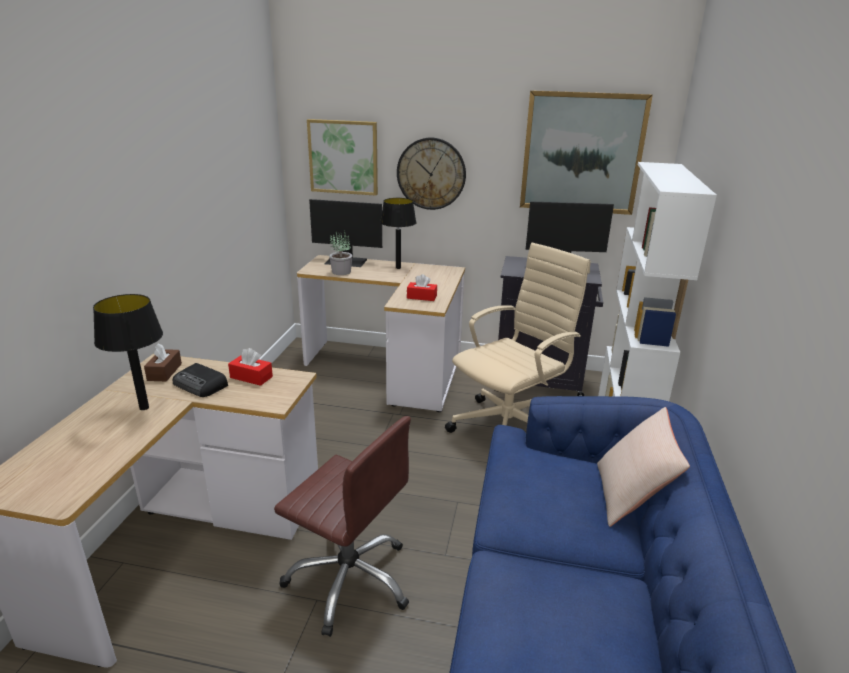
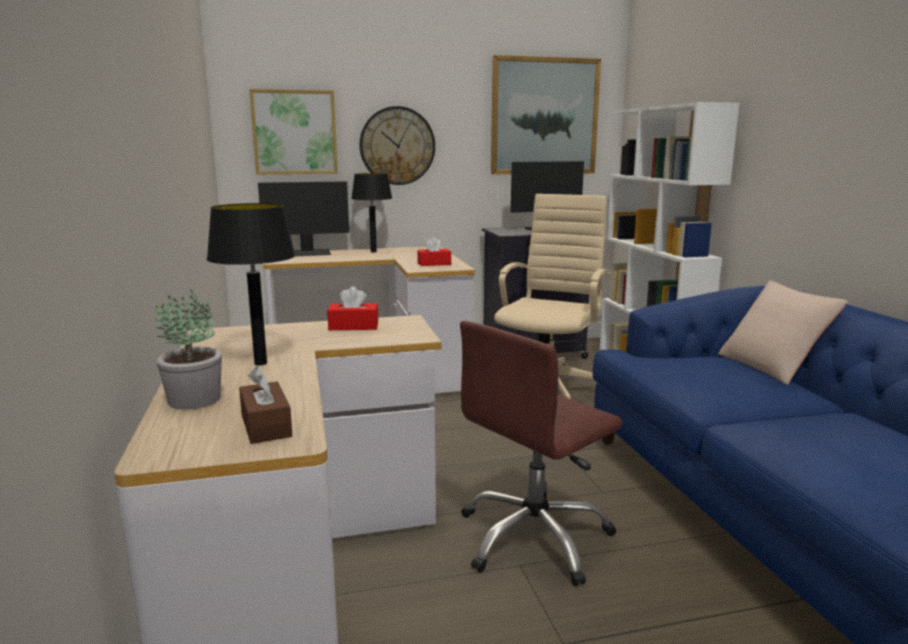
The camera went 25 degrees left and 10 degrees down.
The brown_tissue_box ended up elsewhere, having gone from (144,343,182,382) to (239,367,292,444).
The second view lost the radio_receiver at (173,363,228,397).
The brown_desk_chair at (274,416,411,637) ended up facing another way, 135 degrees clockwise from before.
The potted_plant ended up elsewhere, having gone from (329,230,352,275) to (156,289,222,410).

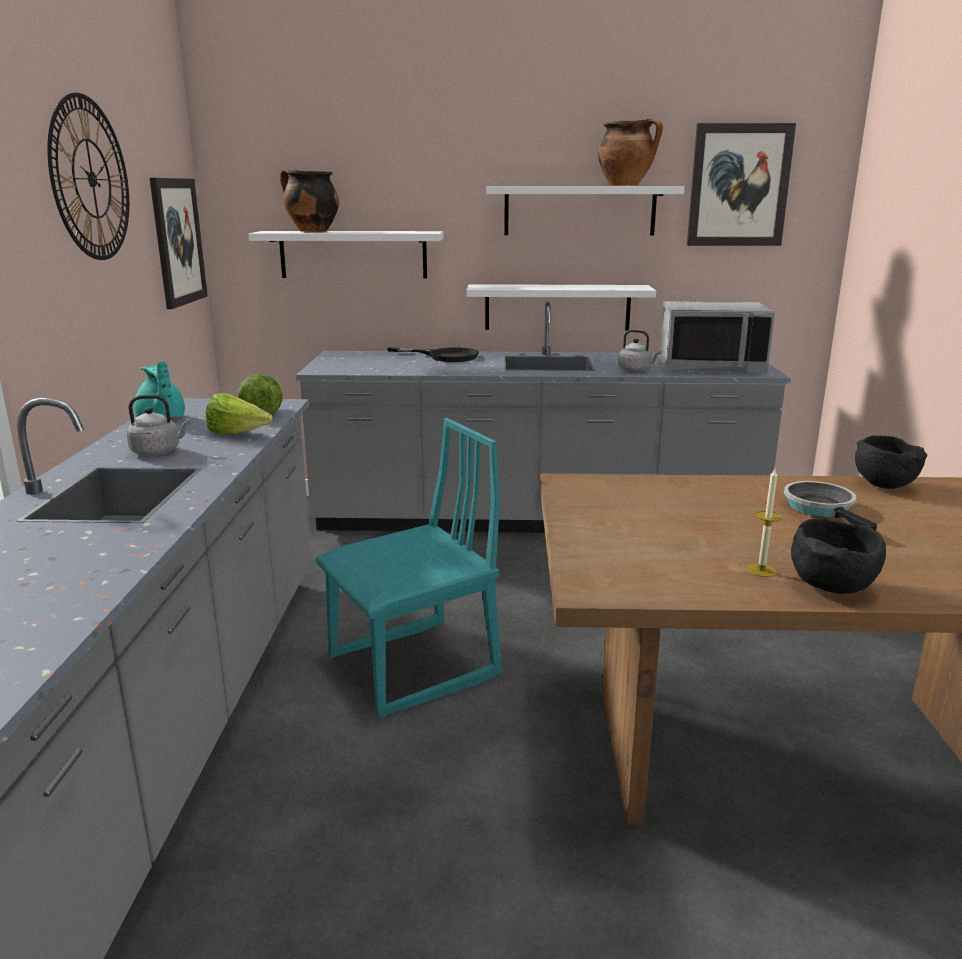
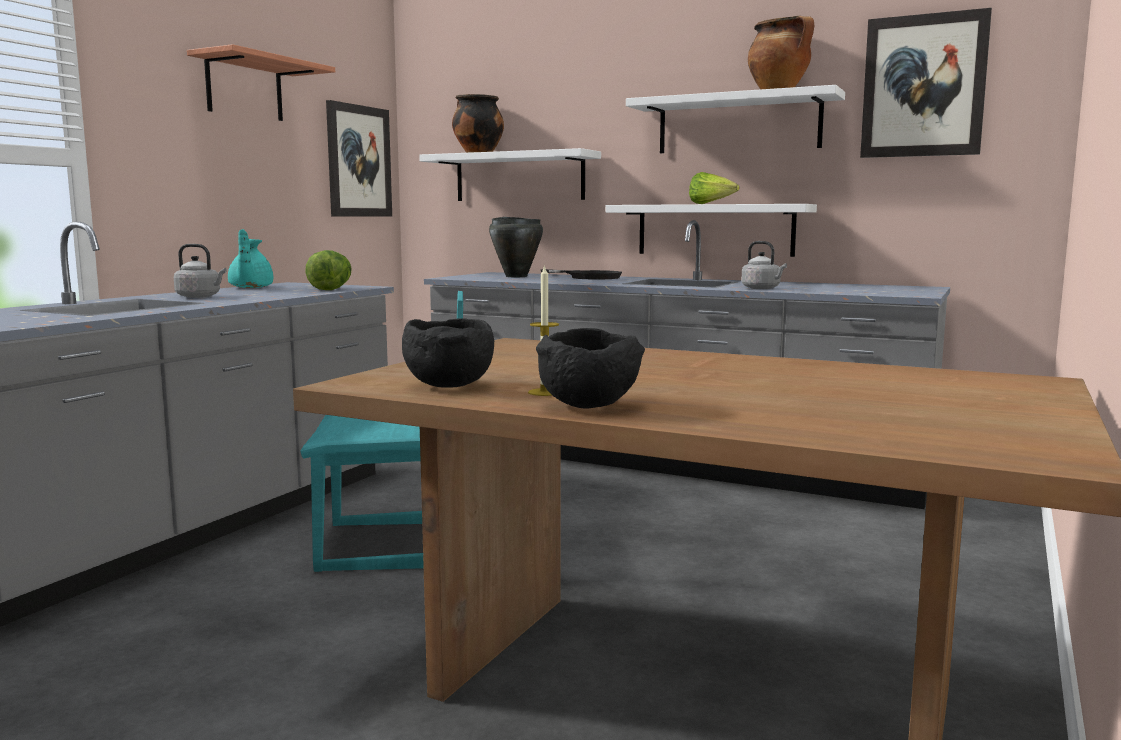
The camera went 25 degrees right and 10 degrees down.
Where the hanging_clock hung at (47,93,129,260), the wall_shelf came to hang at (187,44,335,121).
The lettuce_head ended up elsewhere, having gone from (206,393,273,434) to (689,172,739,204).
The second view lost the grey_kitchen_microwave at (659,301,775,373).
The second view lost the skillet at (784,481,877,530).
The black_deep_dish ended up elsewhere, having gone from (855,435,927,489) to (402,318,494,388).
The second view gained the black_stockpot at (489,217,543,277).

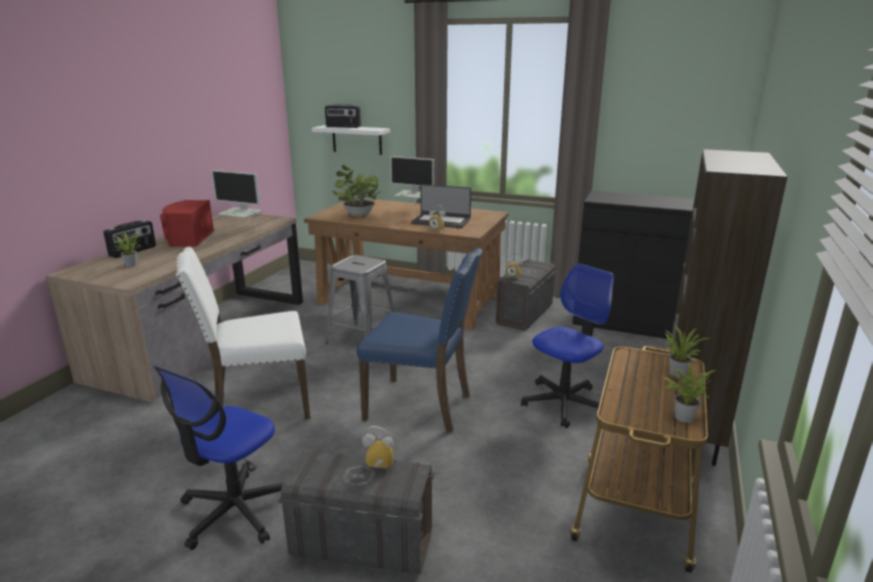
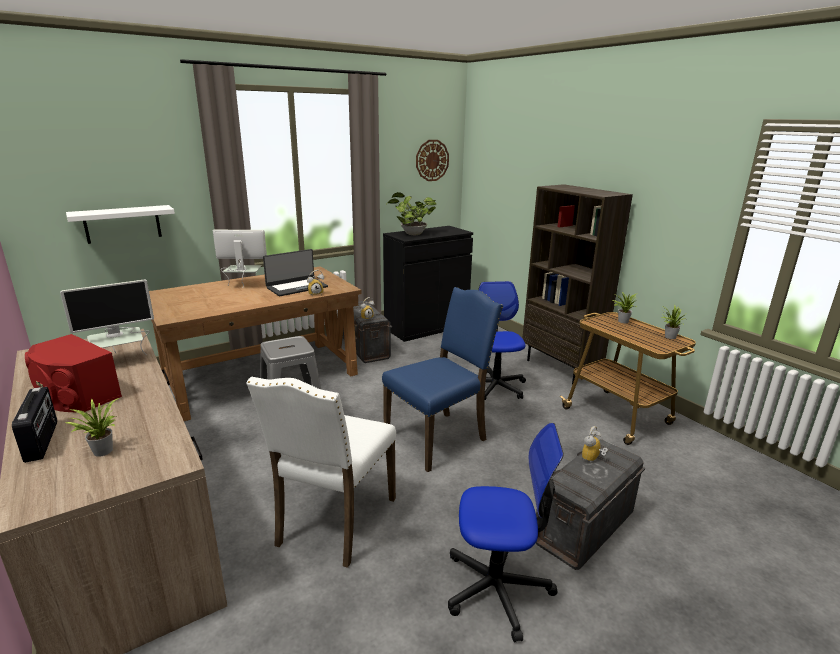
The camera went 55 degrees left and 0 degrees up.
The desk_chair at (153,366,283,550) ended up facing another way, 60 degrees counterclockwise from before.
The second view lost the radio_receiver at (325,104,361,128).
The potted_plant ended up elsewhere, having gone from (332,165,381,217) to (387,192,437,235).
The computer_screen at (390,156,434,207) ended up facing another way, 150 degrees counterclockwise from before.
The second view gained the hanging_clock at (416,140,449,181).

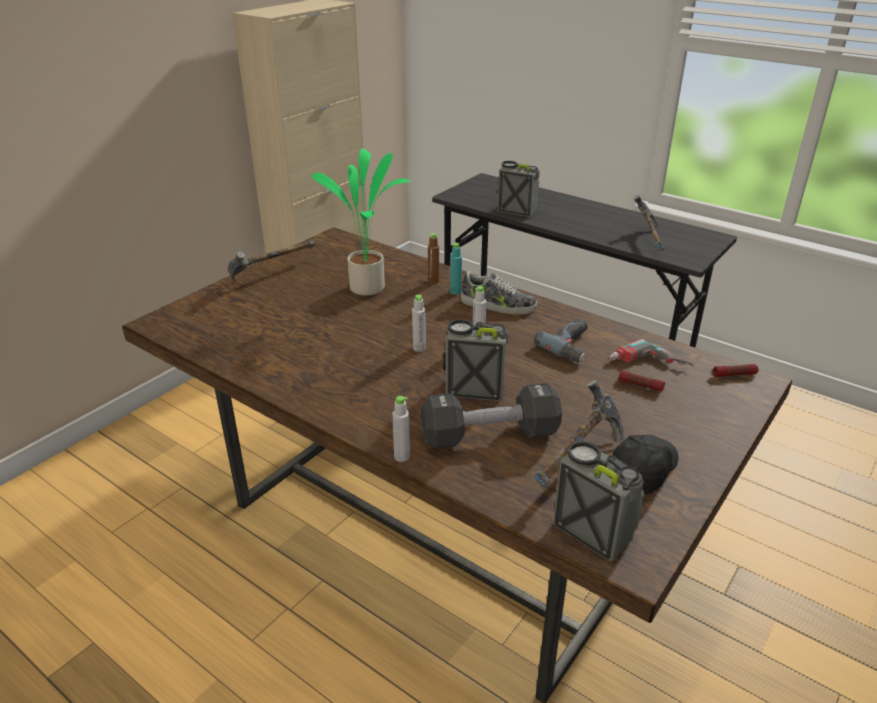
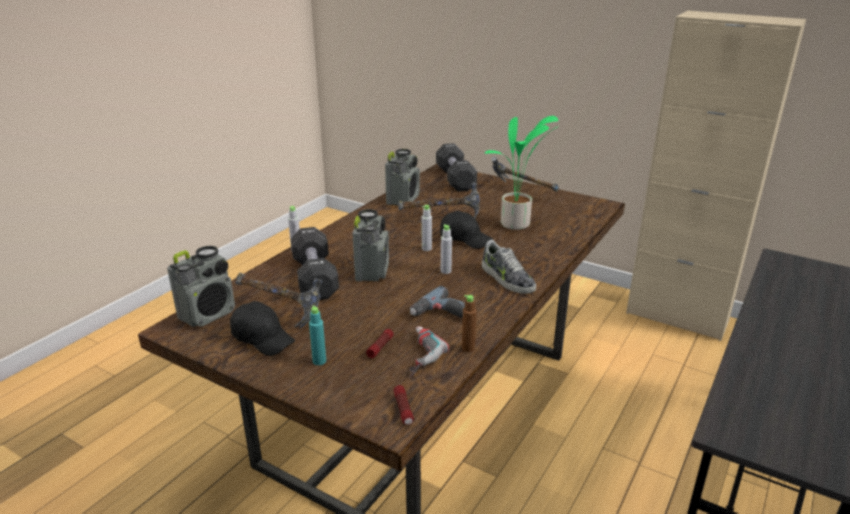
The camera went 85 degrees right and 5 degrees down.
The brown_bottle ended up elsewhere, having gone from (428,233,439,284) to (462,295,477,352).
The blue-green_bottle ended up elsewhere, having gone from (450,243,462,295) to (309,305,326,365).
The shoe at (461,271,537,315) ended up facing another way, 45 degrees counterclockwise from before.
The radio_receiver ended up elsewhere, having gone from (497,161,540,217) to (385,149,420,205).
The hand_hammer ended up elsewhere, having gone from (633,195,665,252) to (398,183,480,218).
The second view gained the black_dumbbell at (436,143,477,191).
The second view gained the black_cap at (440,211,493,249).

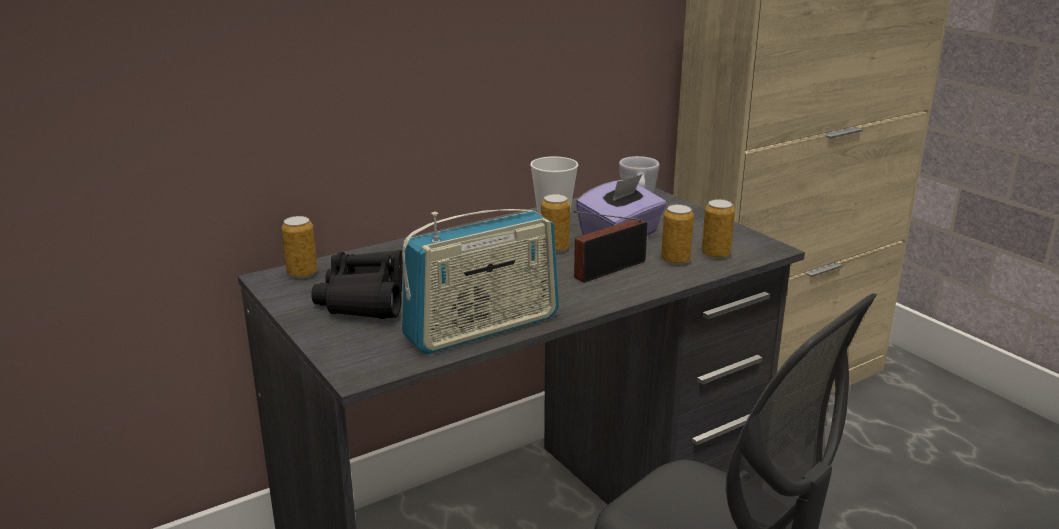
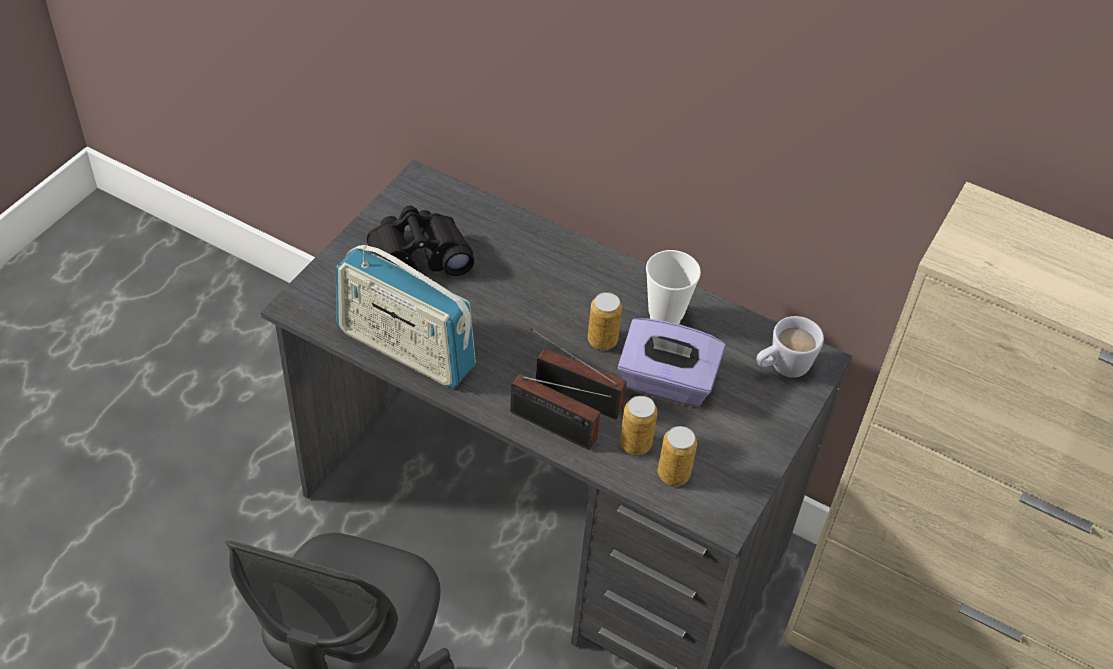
The camera went 60 degrees right and 25 degrees up.
The second view lost the can at (281,216,317,278).
The second view gained the radio_receiver at (510,374,612,450).

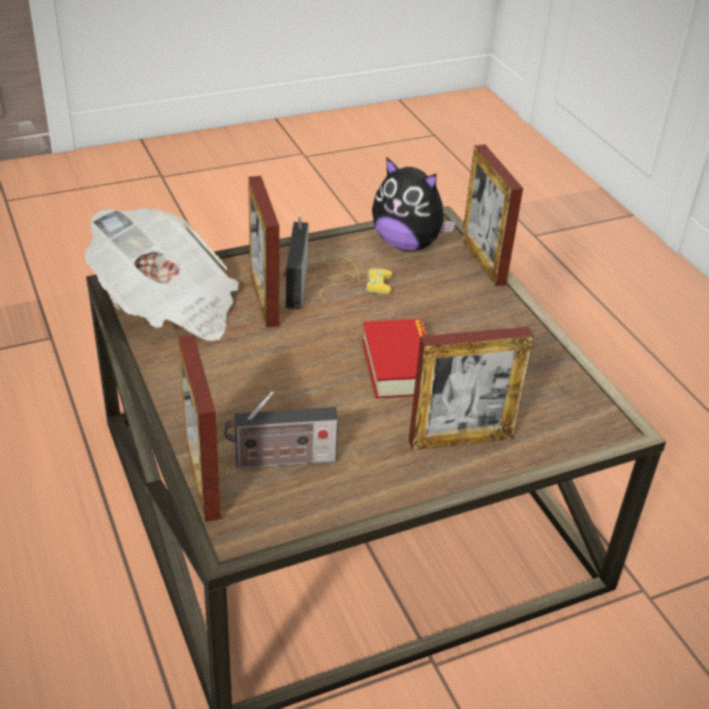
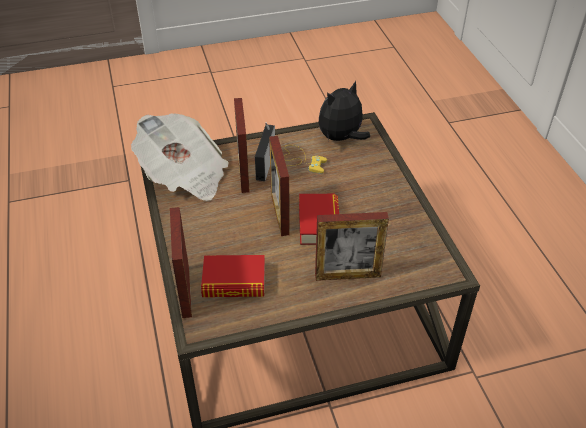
The camera went 10 degrees right and 5 degrees up.
Where the radio_receiver stood at (224,391,338,469), the book came to stand at (201,255,265,297).
The soft_toy at (372,157,456,251) ended up facing another way, 105 degrees clockwise from before.
The photo_frame ended up elsewhere, having gone from (462,144,523,286) to (269,136,290,236).

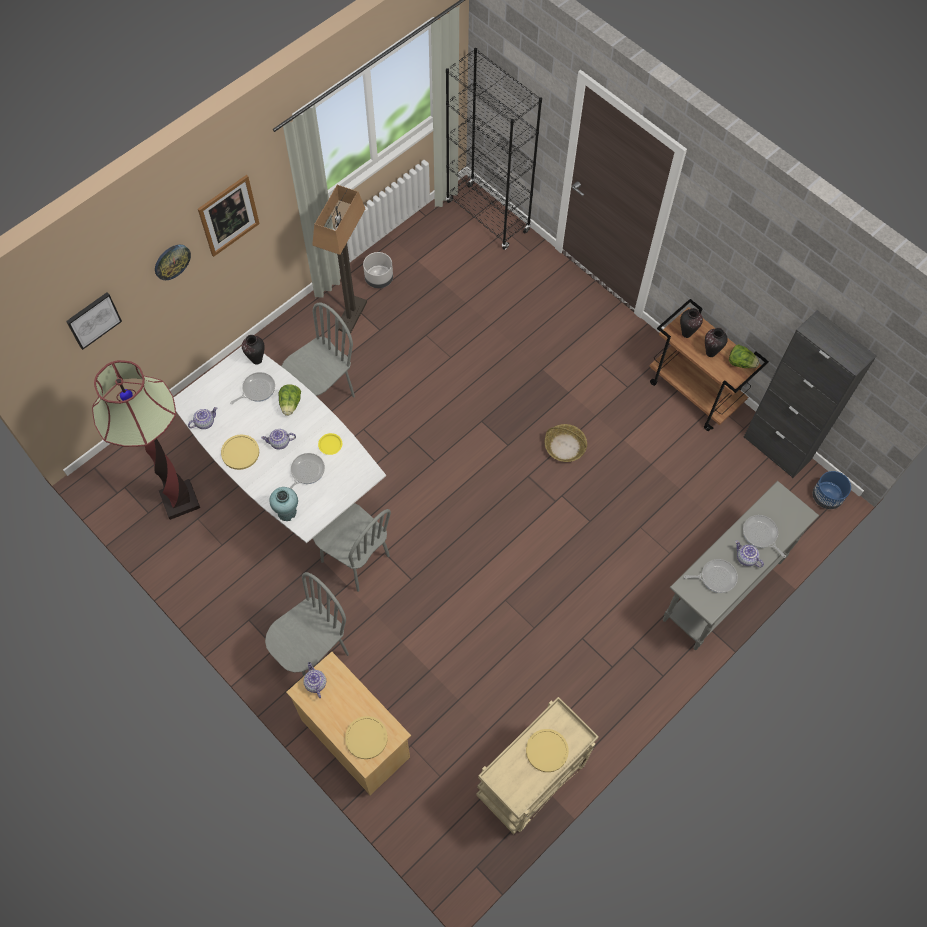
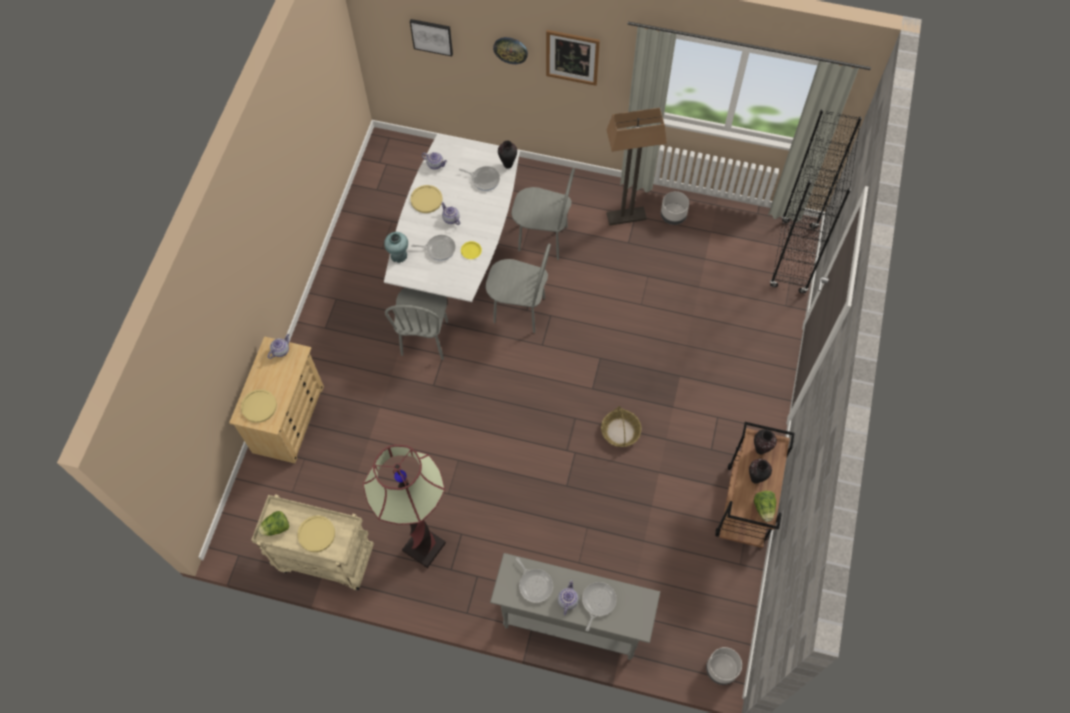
The camera went 60 degrees right and 0 degrees up.
The standard_lamp ended up elsewhere, having gone from (92,360,200,520) to (363,445,446,568).
The grey_chair ended up elsewhere, having gone from (265,572,349,677) to (485,244,551,333).
The lettuce_head ended up elsewhere, having gone from (278,384,301,416) to (257,511,289,536).
The second view lost the black_cabinet at (744,310,877,478).
What was the blue_flower_pot at (813,471,851,509) turned into the grey_flower_pot at (706,647,742,685).

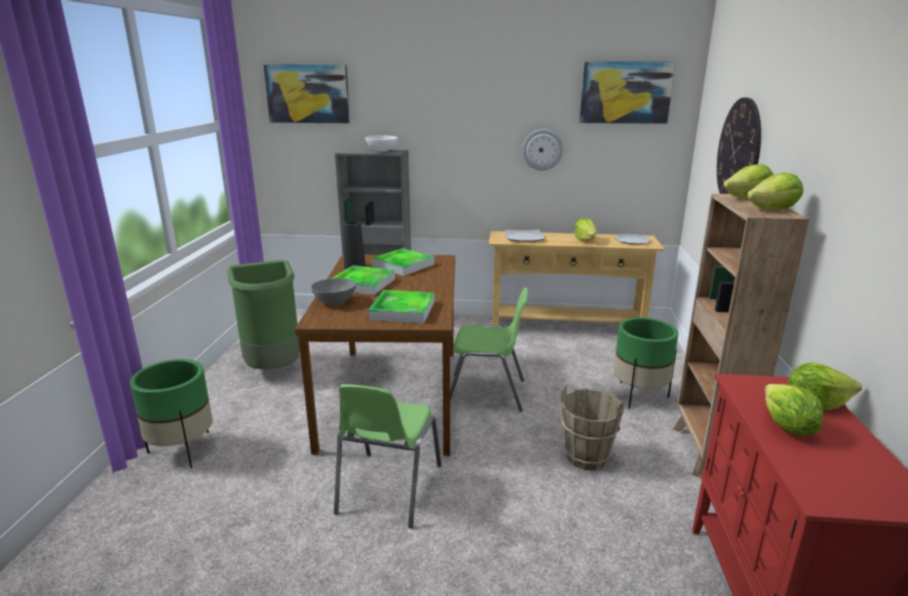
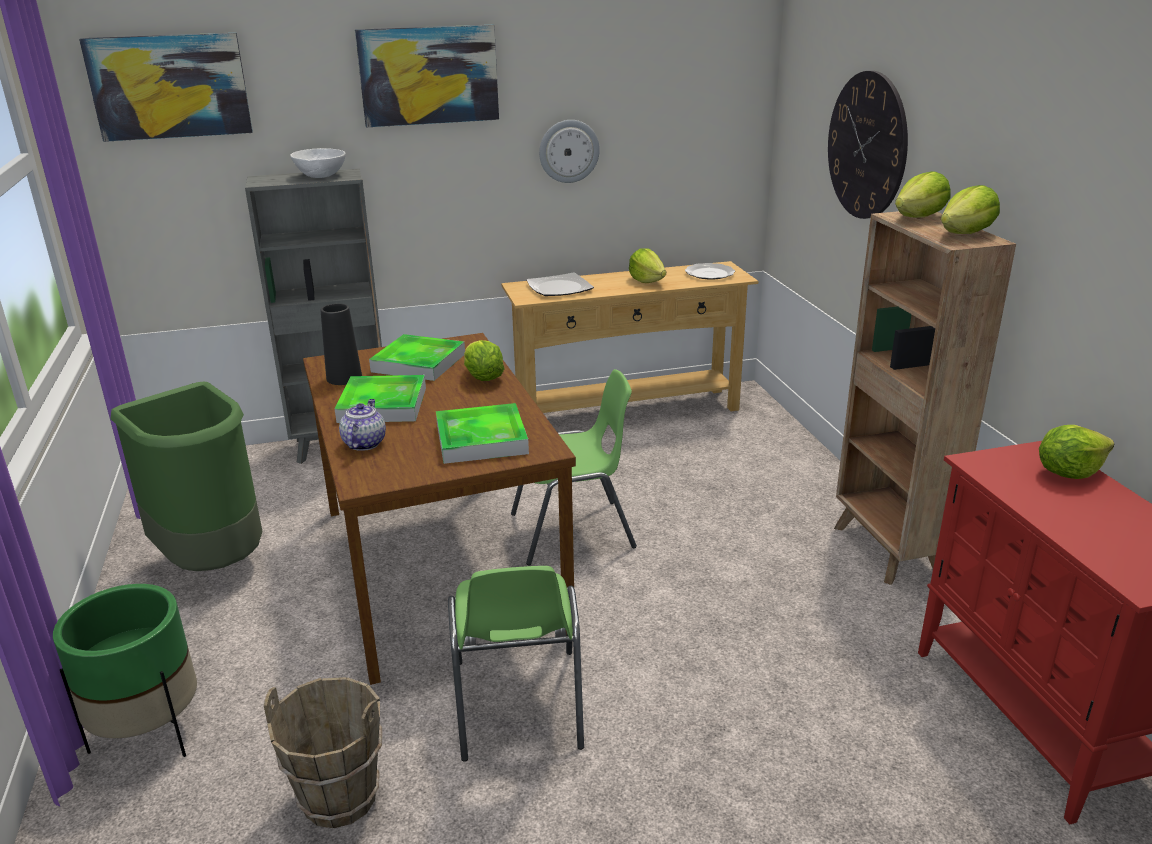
The camera went 20 degrees left and 5 degrees up.
Where the grey_deep_dish stood at (311,278,356,305), the pot_for_tea came to stand at (339,399,386,451).
The brown_pail ended up elsewhere, having gone from (561,384,625,470) to (264,677,382,828).
The wall_art ended up elsewhere, having gone from (579,62,675,124) to (355,25,499,127).
The second view lost the greenish_flower_pot at (613,317,679,409).
The lettuce_head ended up elsewhere, having gone from (765,384,823,436) to (464,340,504,381).

